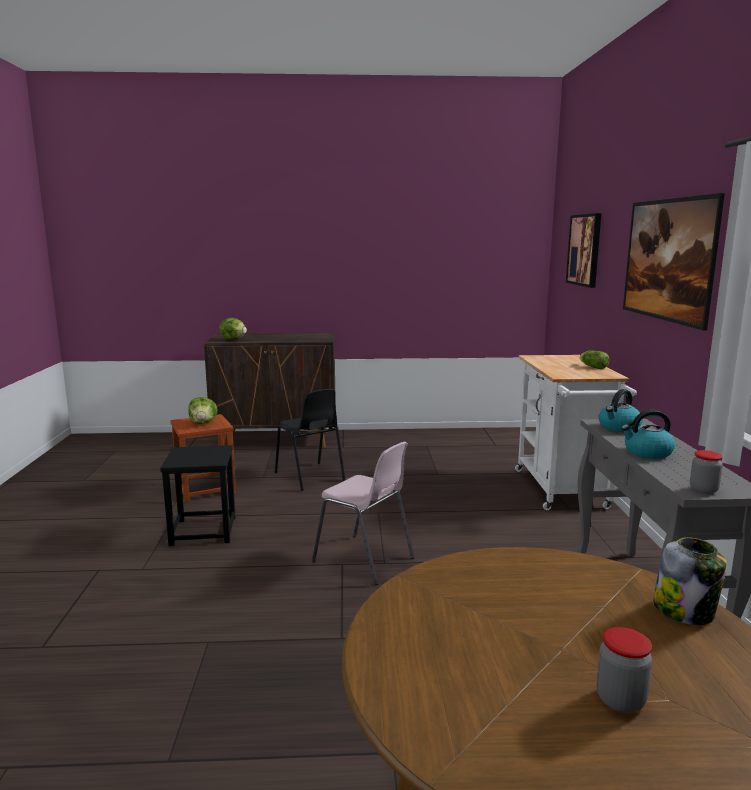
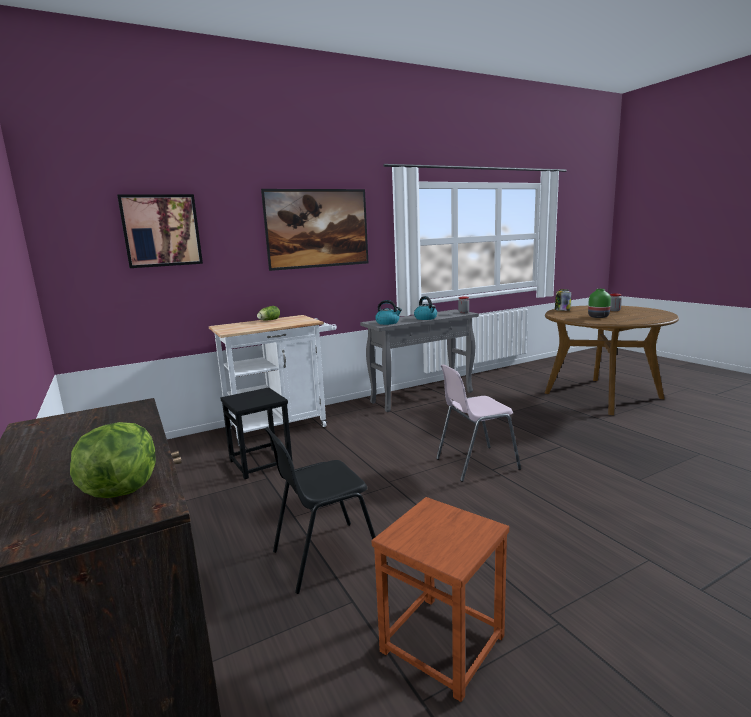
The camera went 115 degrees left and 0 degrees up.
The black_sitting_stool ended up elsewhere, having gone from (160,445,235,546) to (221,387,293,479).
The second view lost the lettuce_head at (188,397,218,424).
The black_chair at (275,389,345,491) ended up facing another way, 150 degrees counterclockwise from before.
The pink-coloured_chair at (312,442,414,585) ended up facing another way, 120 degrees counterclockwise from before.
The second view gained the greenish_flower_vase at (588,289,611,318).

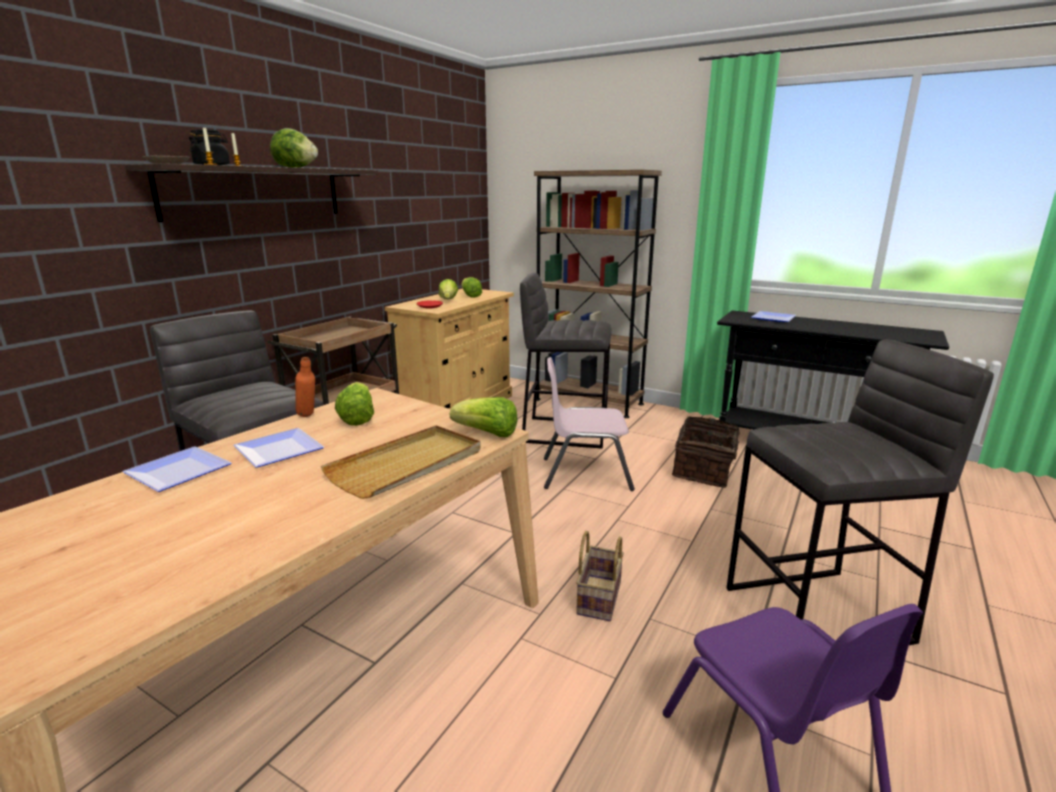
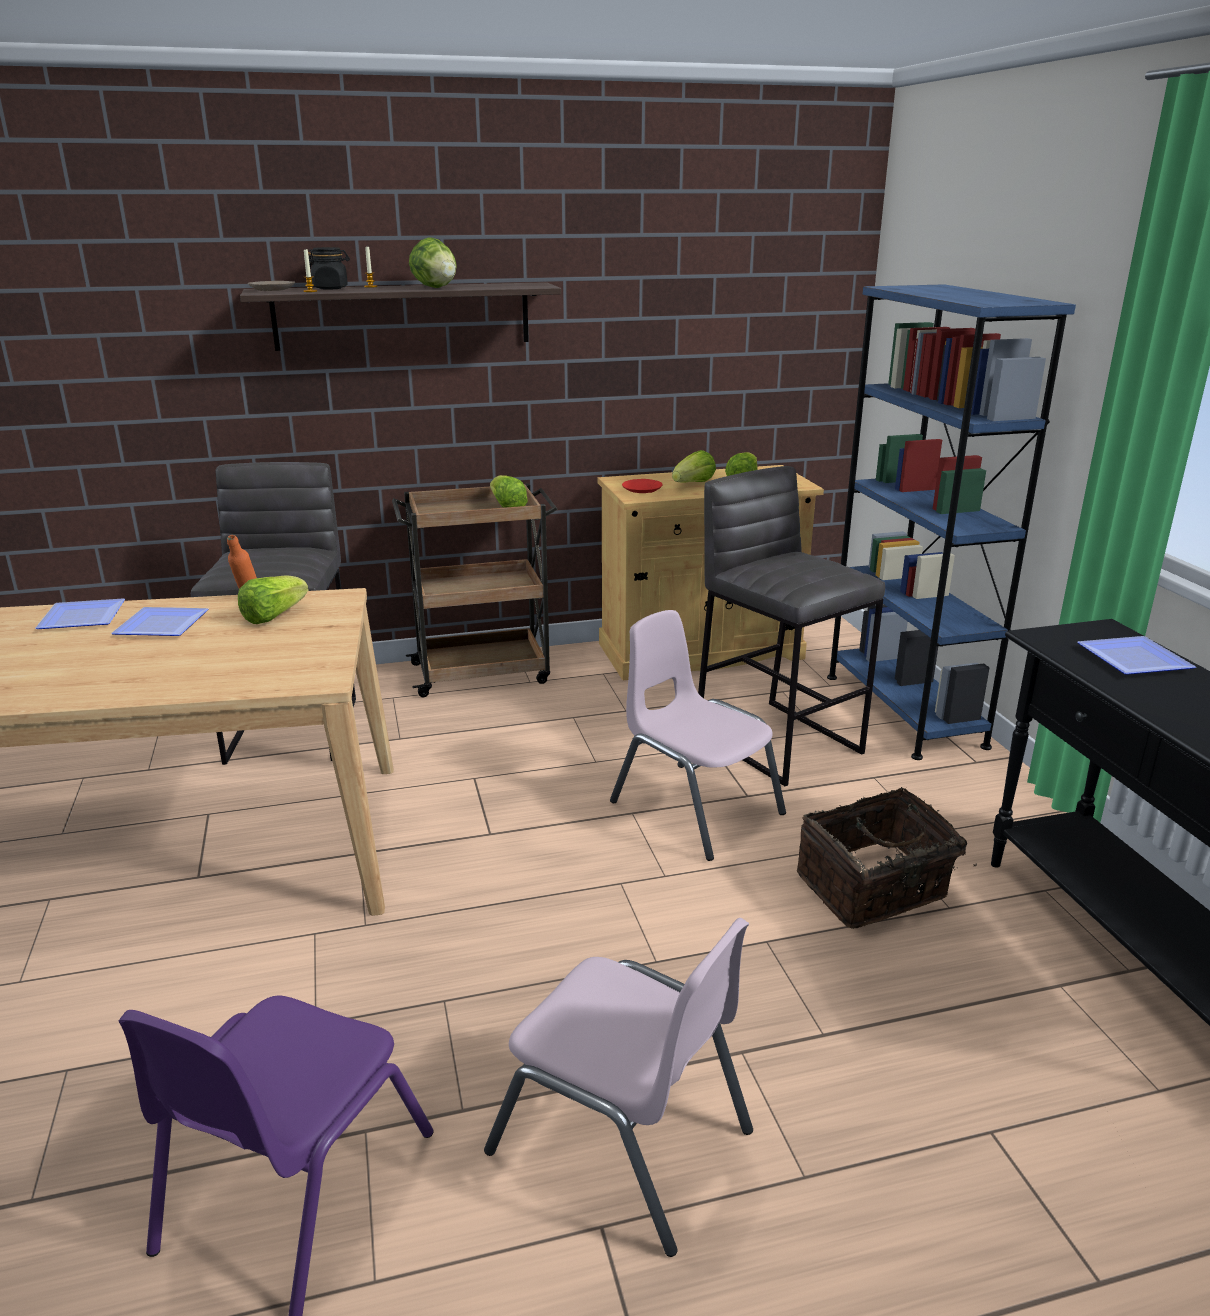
The camera went 45 degrees right and 5 degrees up.
The second view lost the beige-coloured_carrying_tray at (321,425,481,499).
The lettuce_head ended up elsewhere, having gone from (450,397,517,437) to (490,475,528,508).
What was the brown_bookcase at (534,170,662,418) turned into the blue_bookcase at (827,284,1076,760).
The second view lost the household_basket at (576,531,624,621).
Where the grey_sitting_stool stood at (726,340,994,645), the pink-coloured_chair came to stand at (484,918,753,1257).

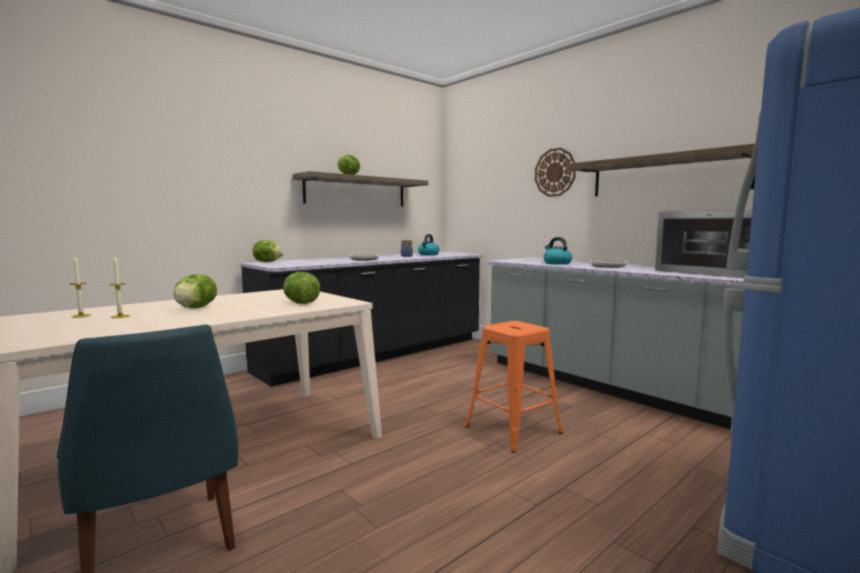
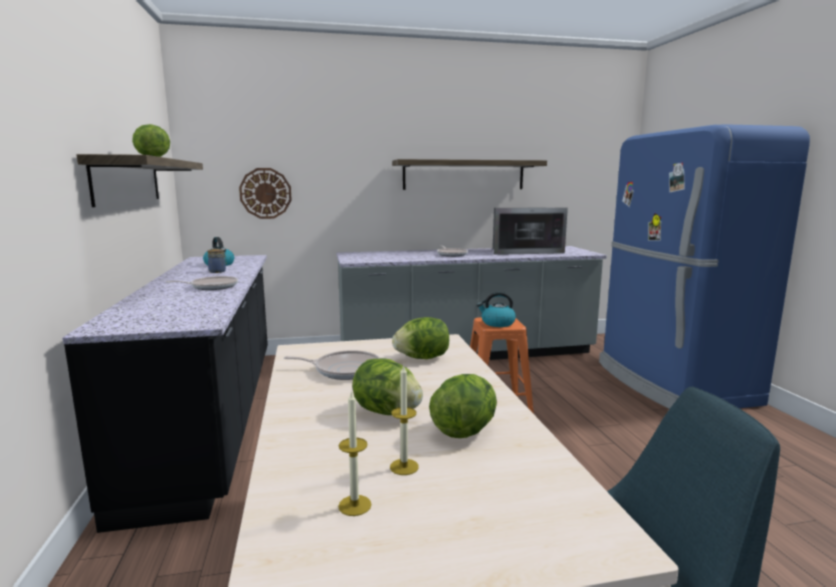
The camera went 60 degrees left and 5 degrees up.
The lettuce_head ended up elsewhere, having gone from (253,240,284,262) to (429,374,497,438).
The hanging_clock ended up elsewhere, having gone from (535,148,576,197) to (239,168,292,219).
The water_kettle ended up elsewhere, having gone from (543,237,572,265) to (477,292,516,327).
The second view gained the skillet at (284,350,380,380).

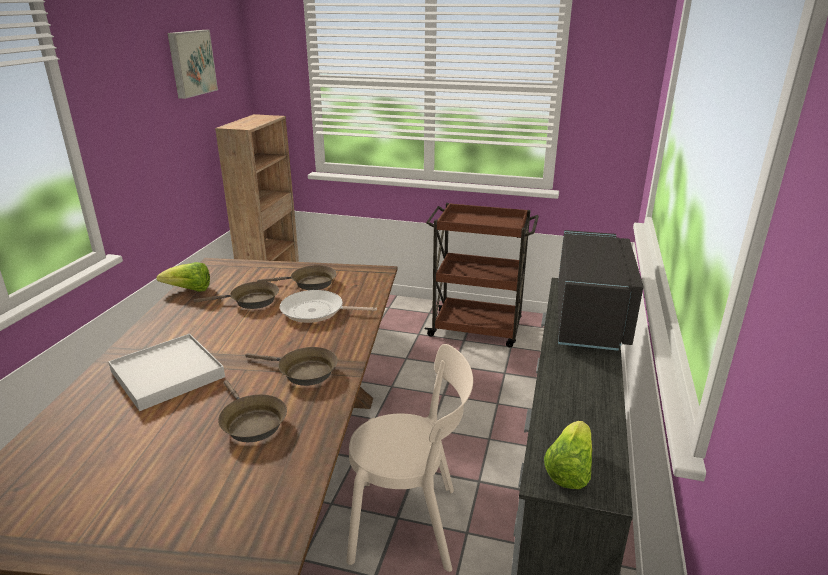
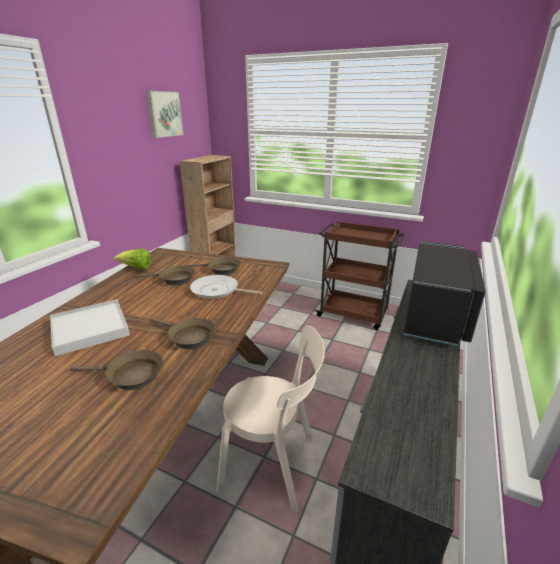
The camera went 10 degrees right and 0 degrees up.
The brown_skillet at (218,380,287,442) ended up facing another way, 60 degrees counterclockwise from before.
The second view lost the lettuce_head at (544,421,592,489).

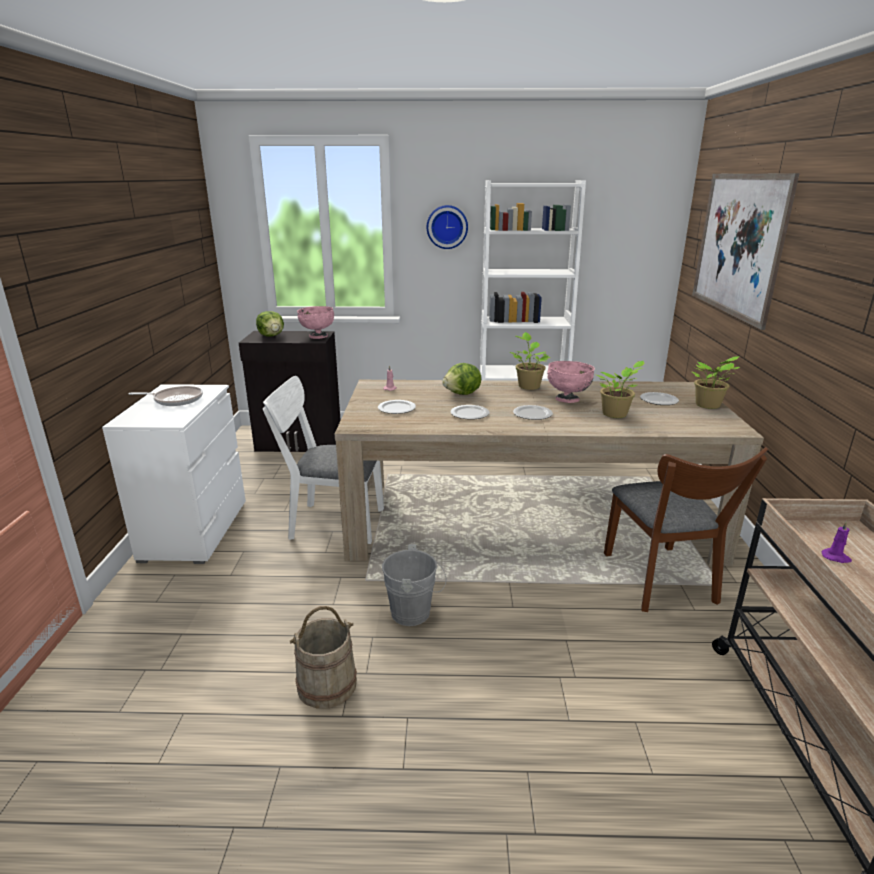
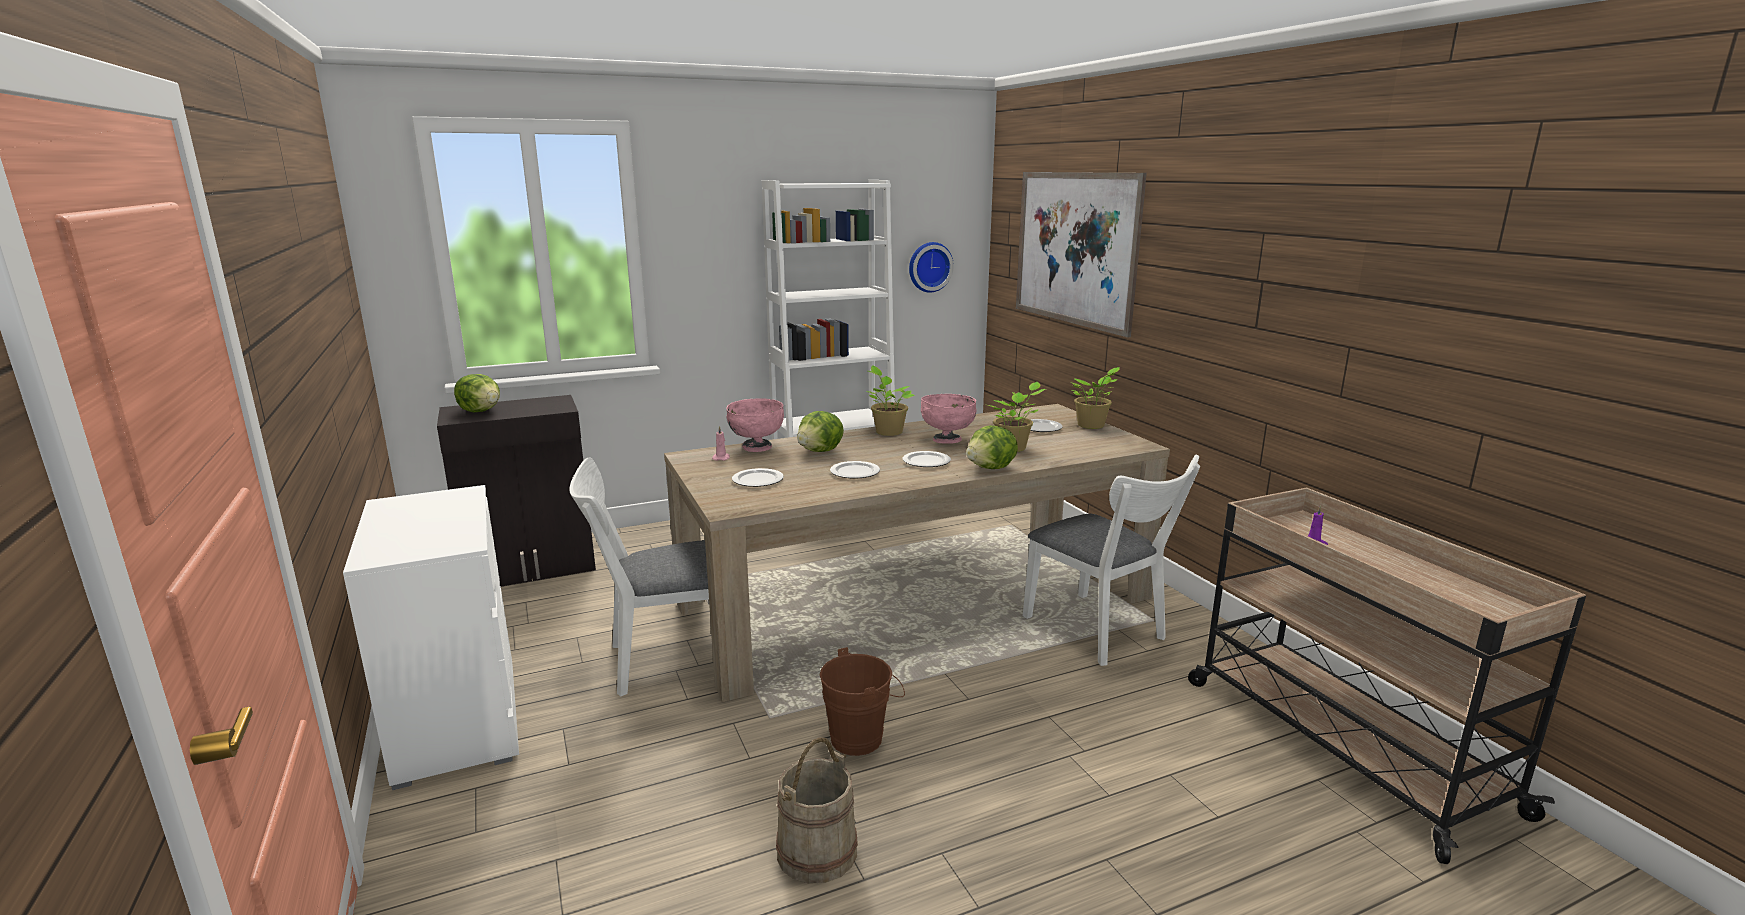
The camera went 25 degrees left and 5 degrees down.
The second view lost the skillet at (128,386,203,406).
The pink-coloured_deep_dish ended up elsewhere, having gone from (297,306,334,339) to (726,398,784,452).
What was the grey_pail at (382,544,446,626) turned into the brown_pail at (820,647,905,756).
The hanging_clock ended up elsewhere, having gone from (427,205,468,249) to (909,242,954,293).
What was the brown_chair at (604,447,768,612) turned into the whitish_chair at (1023,455,1200,666).
The second view gained the lettuce_head at (966,425,1018,469).

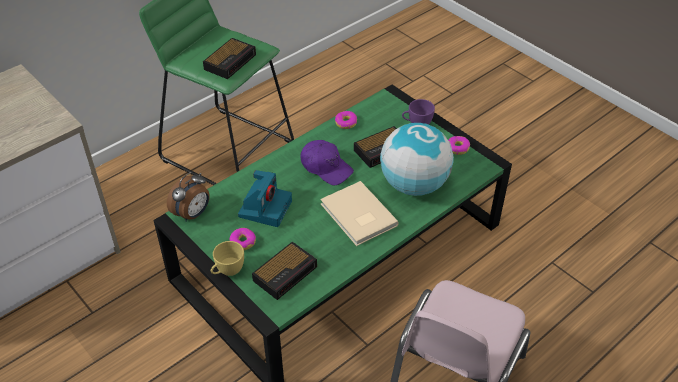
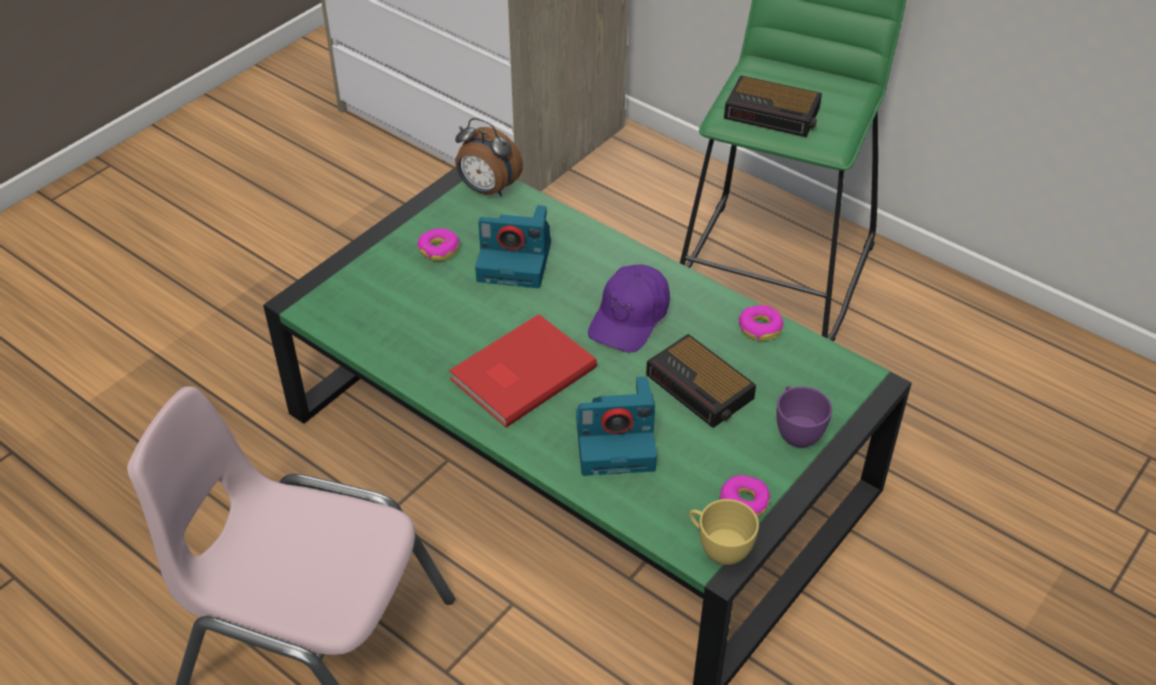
The camera went 80 degrees right and 0 degrees up.
The yellow_cup ended up elsewhere, having gone from (211,241,244,276) to (689,499,759,565).
The second view lost the table_clock at (252,242,317,300).
What was the beige-coloured_book at (320,181,399,246) turned into the red-coloured_book at (449,314,597,428).
Where the world_globe stood at (380,123,454,196), the photo_camera came to stand at (576,377,657,476).

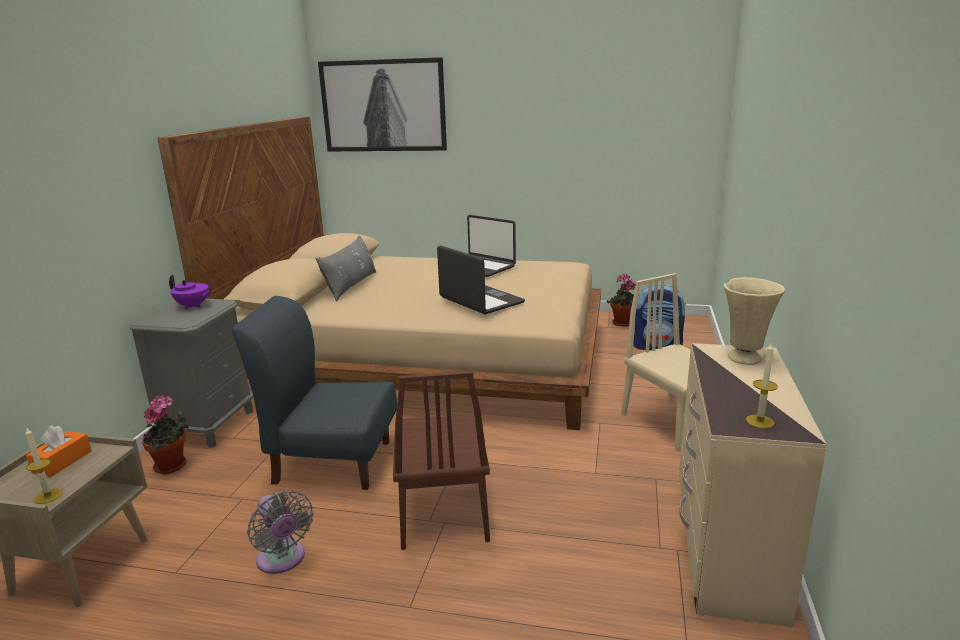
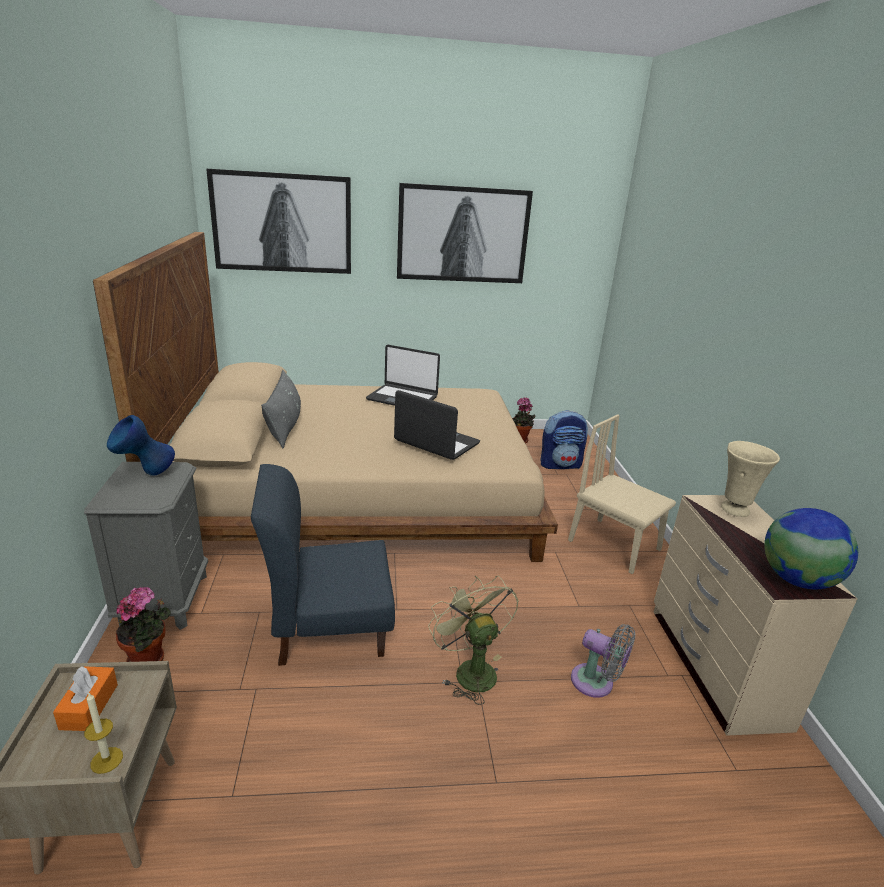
The camera went 20 degrees left and 5 degrees up.
Where the purplish_pot_for_tea stood at (169,275,211,309), the blue_flower_vase came to stand at (107,415,175,476).
The grey_electric_fan ended up elsewhere, having gone from (247,490,313,574) to (571,624,635,698).
Where the brown_chair stood at (393,371,490,550), the greenish_electric_fan came to stand at (428,576,519,705).
Where the wax_candle stood at (746,342,778,428), the world_globe came to stand at (764,508,858,589).
The second view gained the wall_art at (397,183,533,283).

